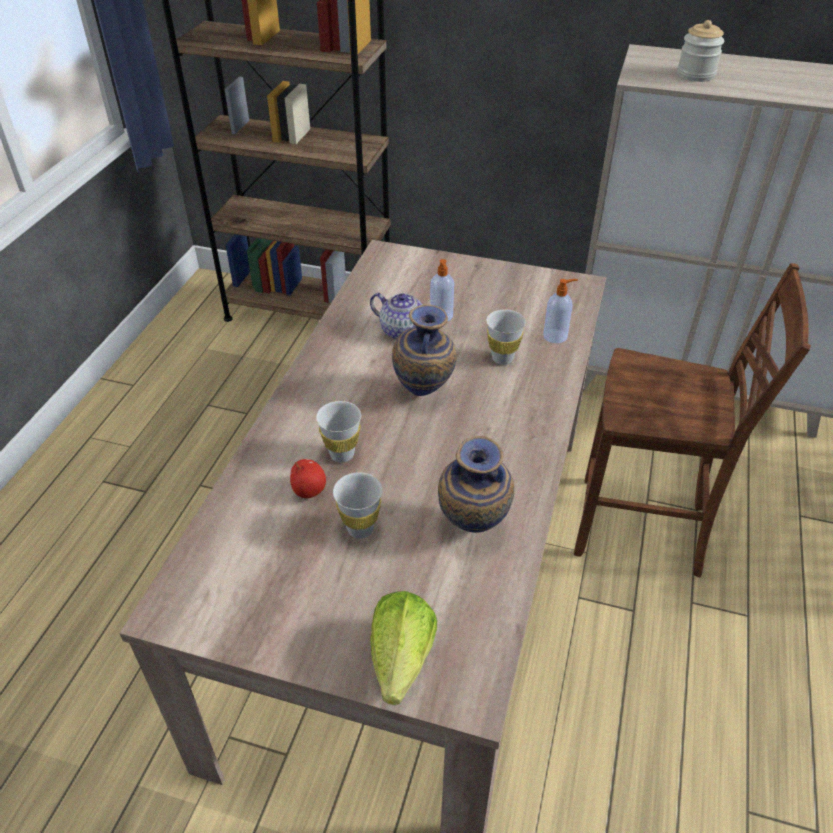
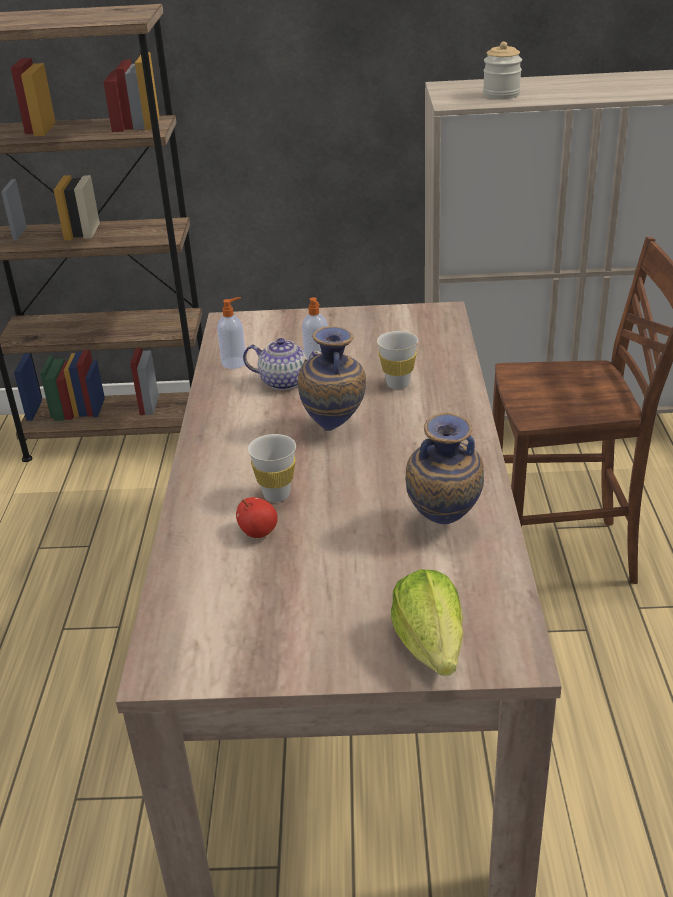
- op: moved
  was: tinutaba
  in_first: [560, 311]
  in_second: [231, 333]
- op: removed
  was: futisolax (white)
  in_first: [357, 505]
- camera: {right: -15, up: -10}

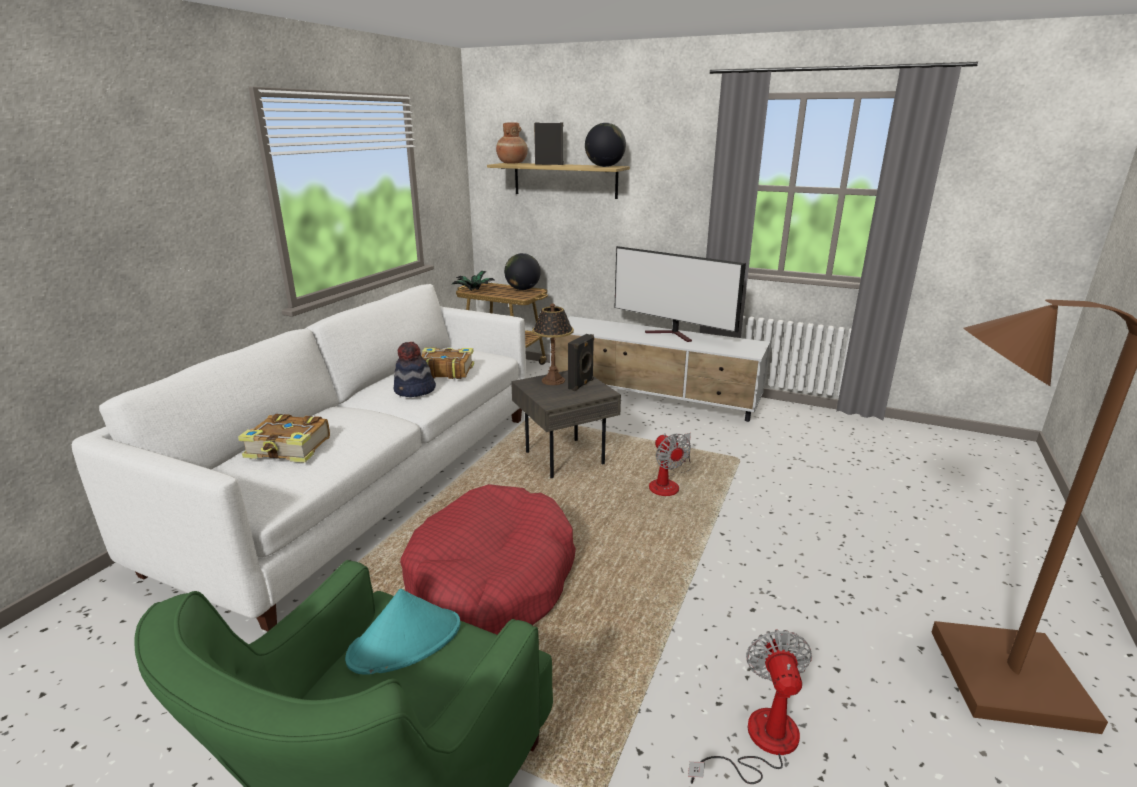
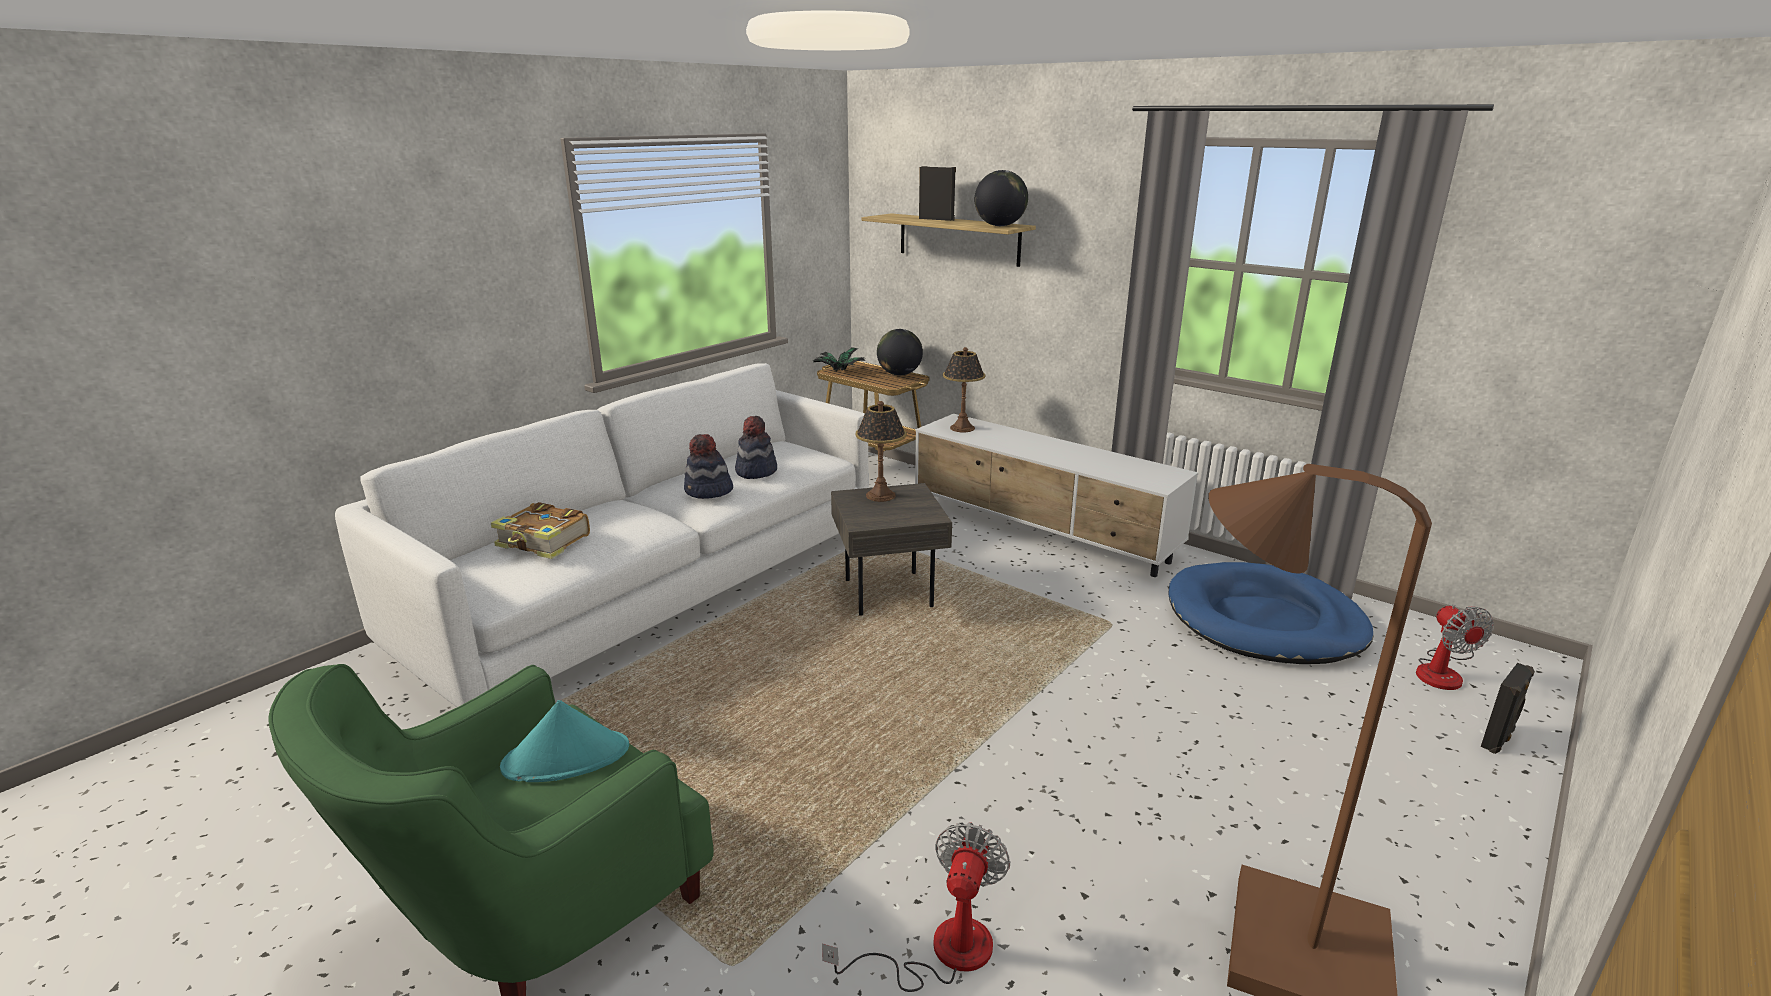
- op: replaced
  was: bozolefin
  now: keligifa
  in_first: [447, 363]
  in_second: [756, 447]
- op: added
  now: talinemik
  in_second: [964, 389]
- op: added
  now: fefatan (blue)
  in_second: [1270, 613]
- op: moved
  was: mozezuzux
  in_first: [670, 464]
  in_second: [1455, 647]
- op: moved
  was: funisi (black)
  in_first: [581, 362]
  in_second: [1508, 708]
- op: removed
  was: fefatan (red)
  in_first: [488, 559]
- op: removed
  was: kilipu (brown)
  in_first: [512, 143]
- op: removed
  was: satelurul
  in_first: [680, 294]
- camera: {right: 15, up: 0}

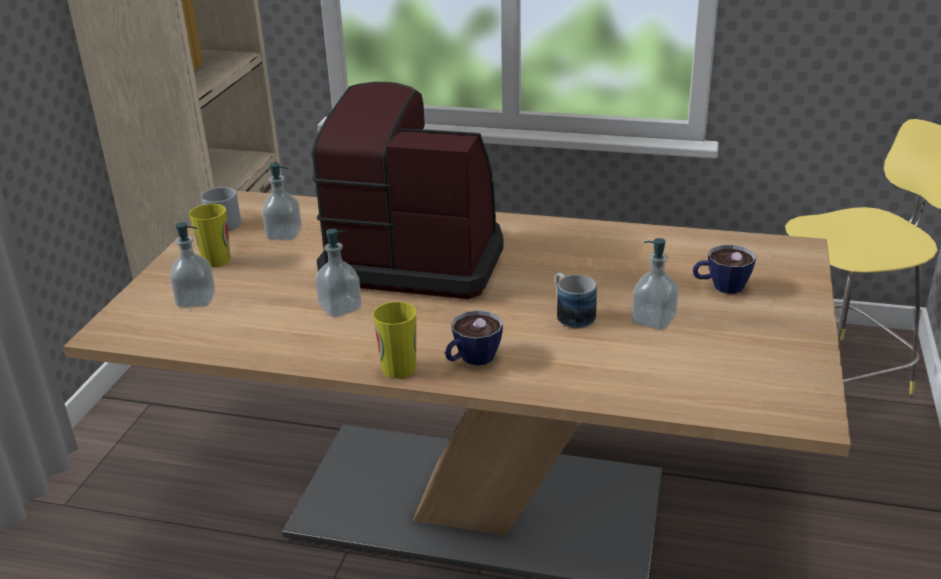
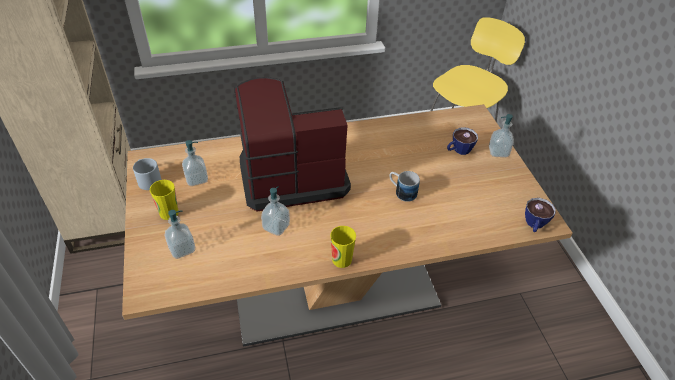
- op: moved
  was: tinutaba
  in_first: [655, 284]
  in_second: [501, 135]
- op: moved
  was: futisolax
  in_first: [474, 338]
  in_second: [540, 215]
- camera: {right: -30, up: 15}

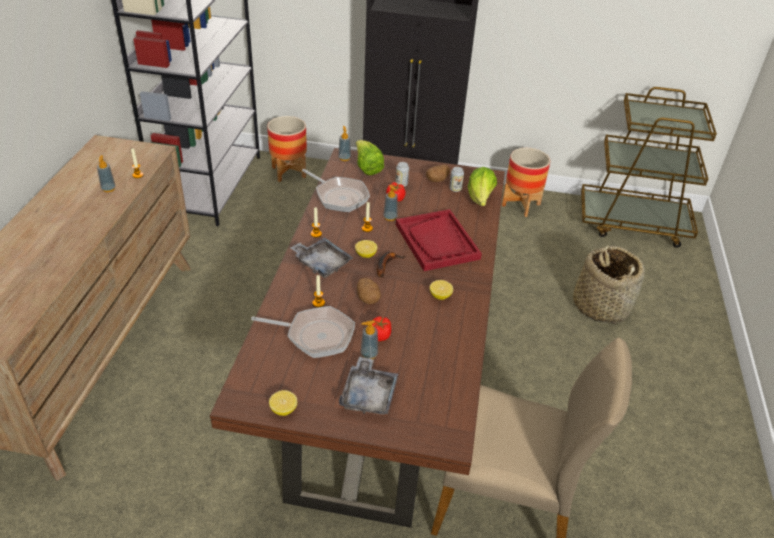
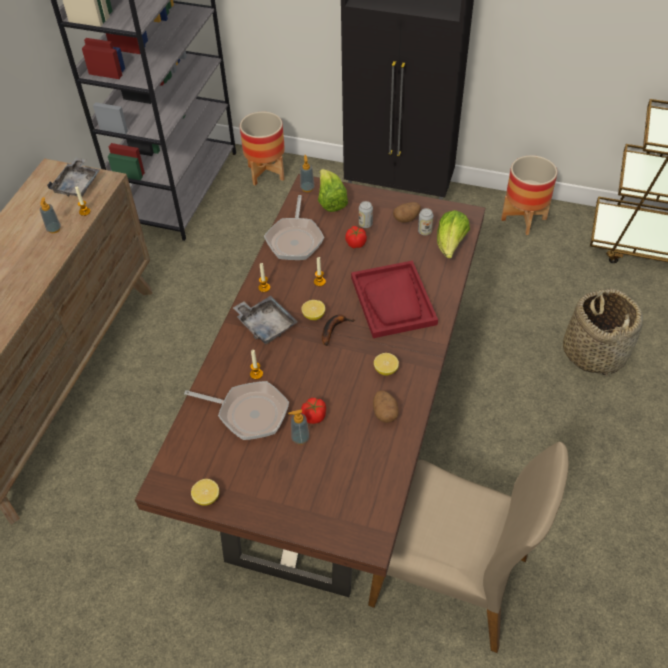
- op: moved
  was: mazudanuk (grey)
  in_first: [368, 385]
  in_second: [73, 177]
- op: turned
  was: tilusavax
  in_first: [336, 190]
  in_second: [294, 227]
  clockwise: 45
- op: moved
  was: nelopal
  in_first: [369, 291]
  in_second: [386, 406]
- op: removed
  was: tinutaba
  in_first: [390, 203]
- camera: {right: 10, up: 10}

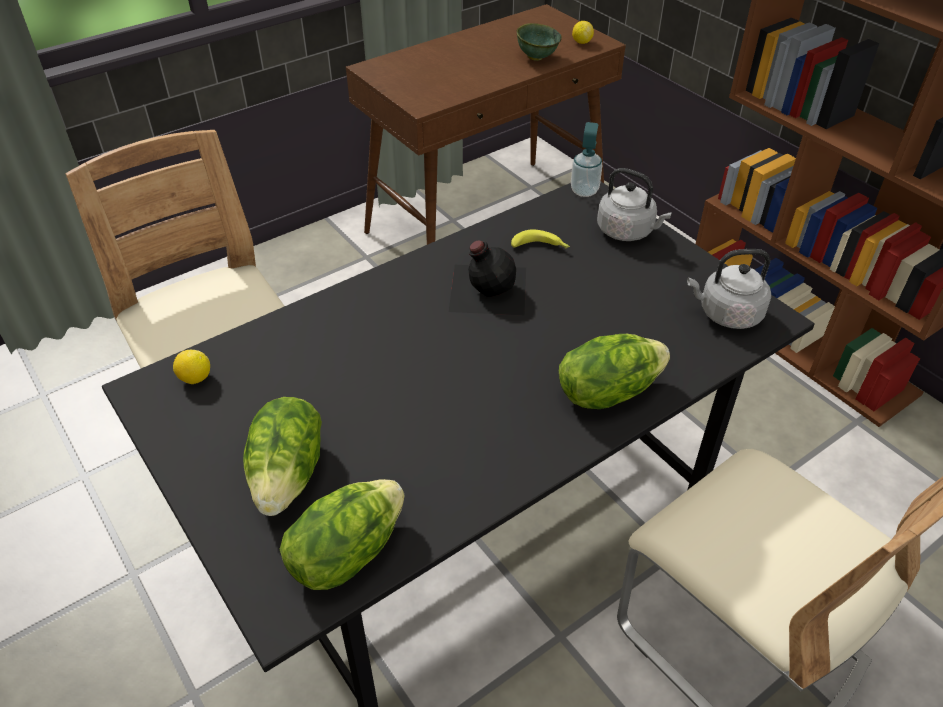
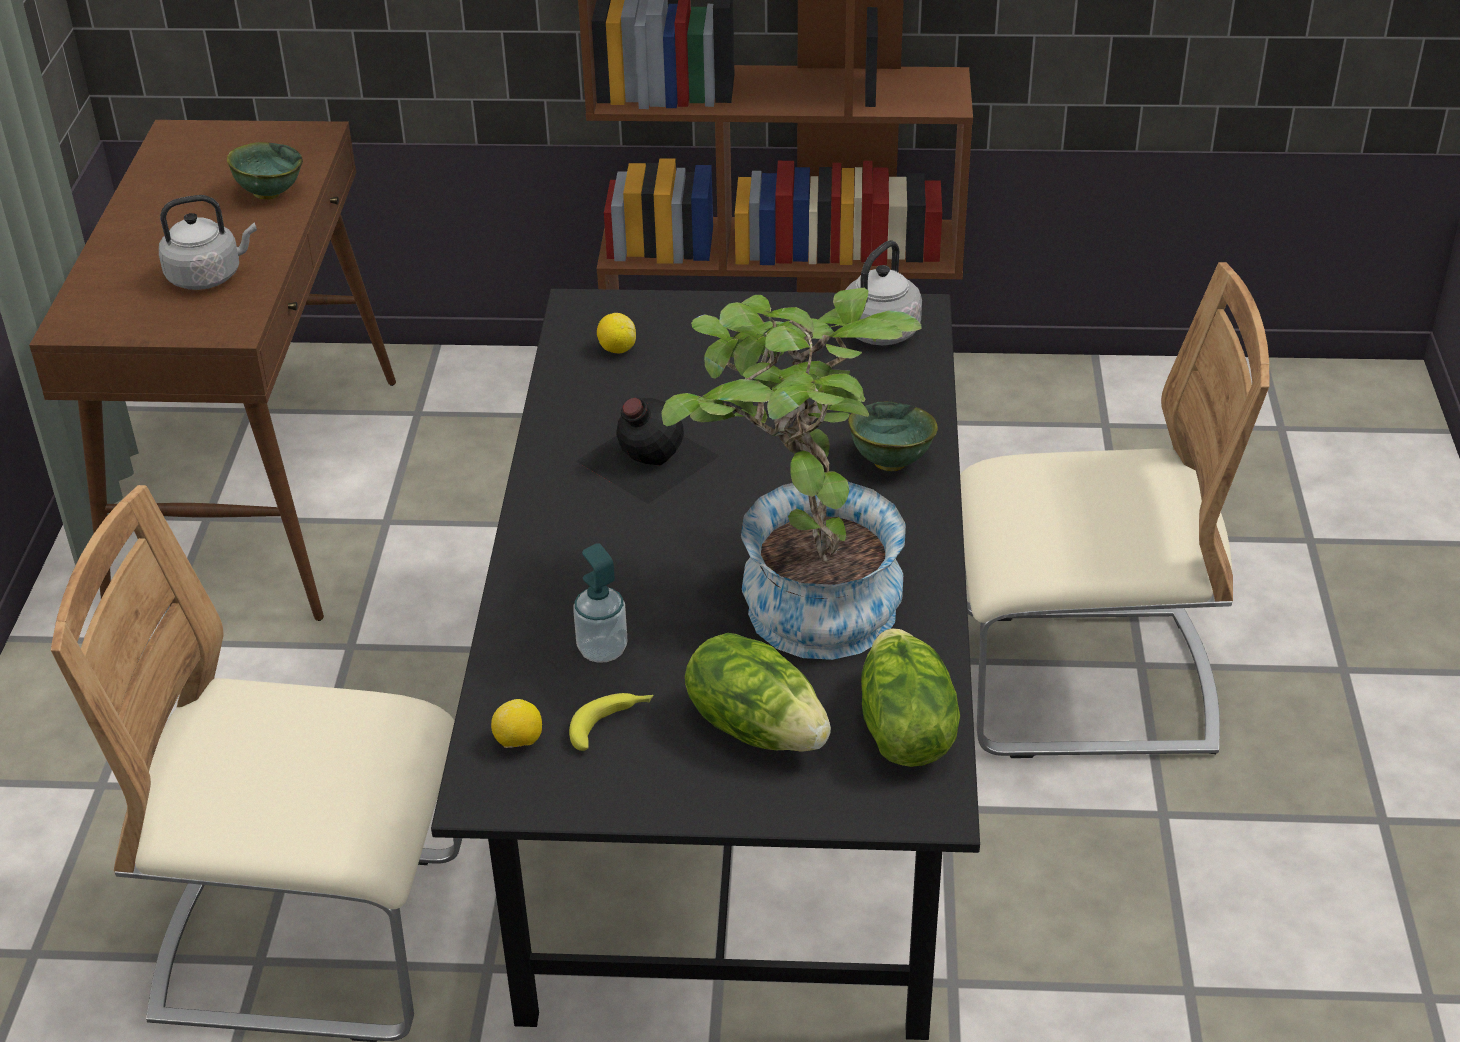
- op: moved
  was: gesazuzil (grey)
  in_first: [634, 204]
  in_second: [208, 242]
- op: moved
  was: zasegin
  in_first: [540, 239]
  in_second: [611, 722]
- op: moved
  was: tinutaba
  in_first: [587, 159]
  in_second: [600, 603]
- op: moved
  was: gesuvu
  in_first: [583, 32]
  in_second: [616, 333]
- op: added
  now: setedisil
  in_second: [791, 474]
- op: replaced
  was: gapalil
  now: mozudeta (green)
  in_first: [614, 371]
  in_second: [893, 436]
- camera: {right: -50, up: -5}

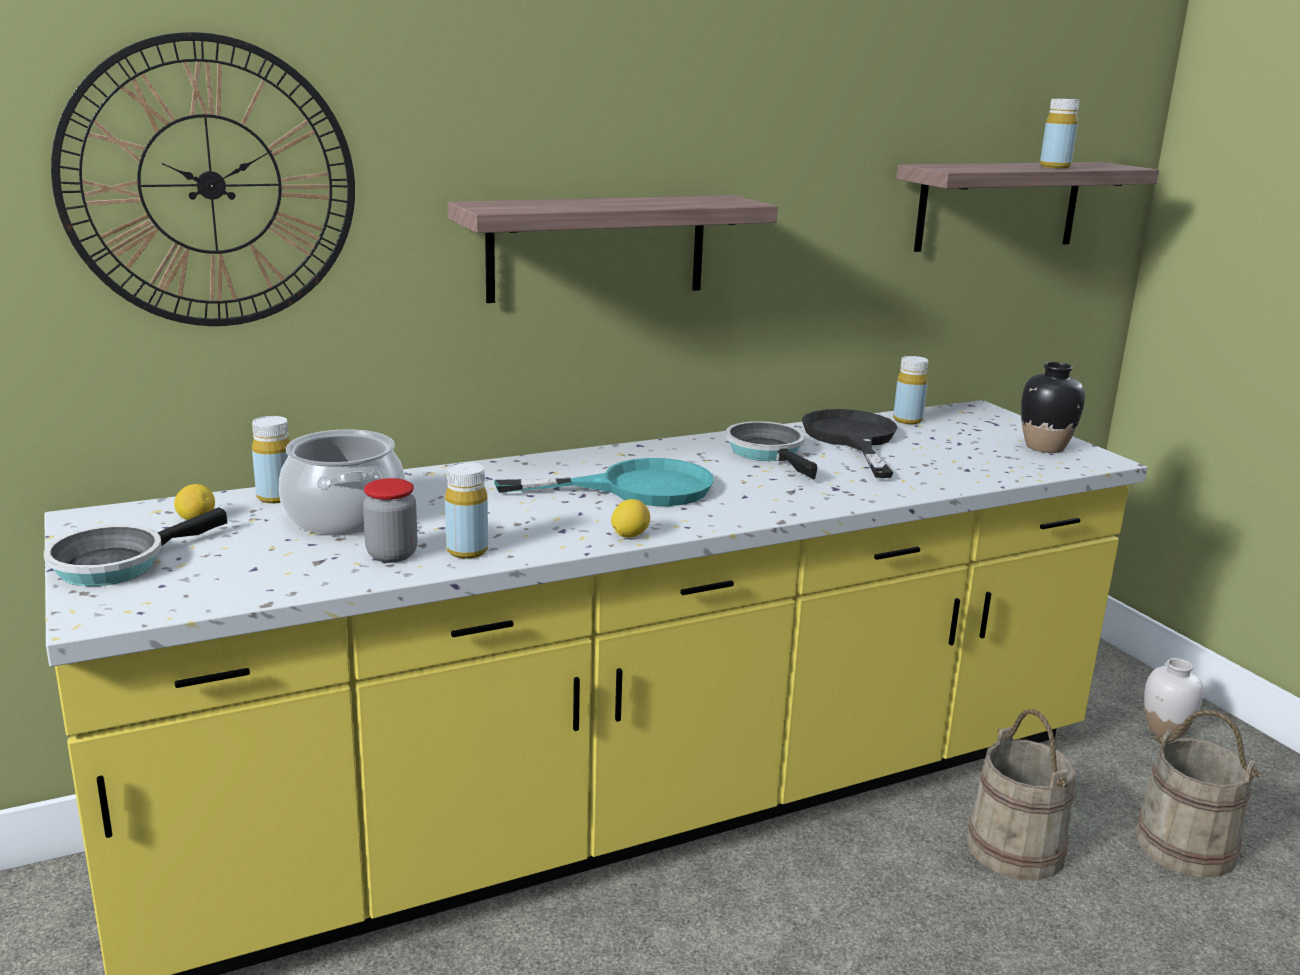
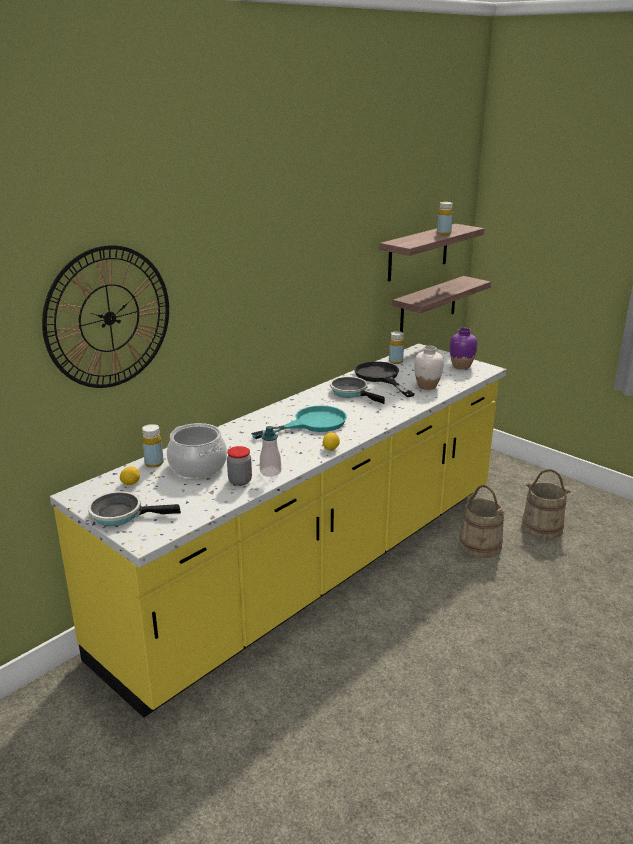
- op: turned
  was: tilusavax
  in_first: [135, 546]
  in_second: [134, 508]
  clockwise: 75
- op: replaced
  was: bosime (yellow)
  now: tinutaba
  in_first: [466, 510]
  in_second: [270, 451]
- op: moved
  was: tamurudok
  in_first: [613, 249]
  in_second: [441, 304]
- op: moved
  was: kilipu (white)
  in_first: [1174, 698]
  in_second: [429, 368]
- op: recoloured
  was: kilipu (black)
  now: kilipu (purple)
  in_first: [1053, 407]
  in_second: [463, 348]
- camera: {right: -20, up: 5}

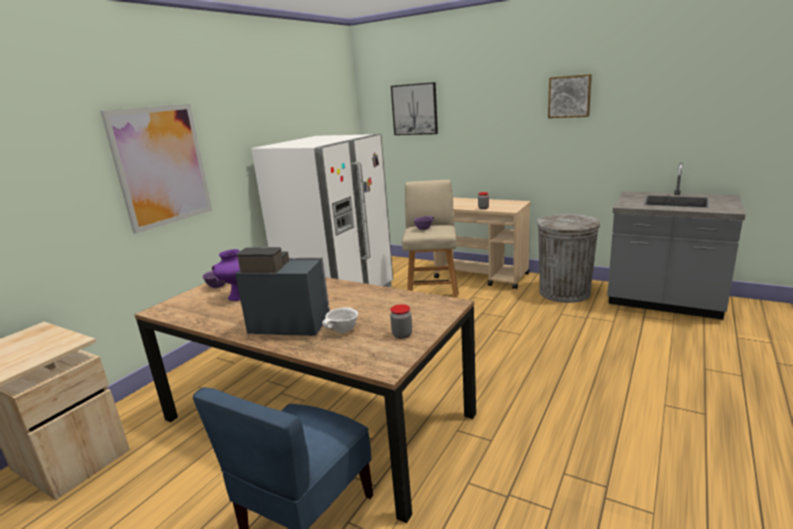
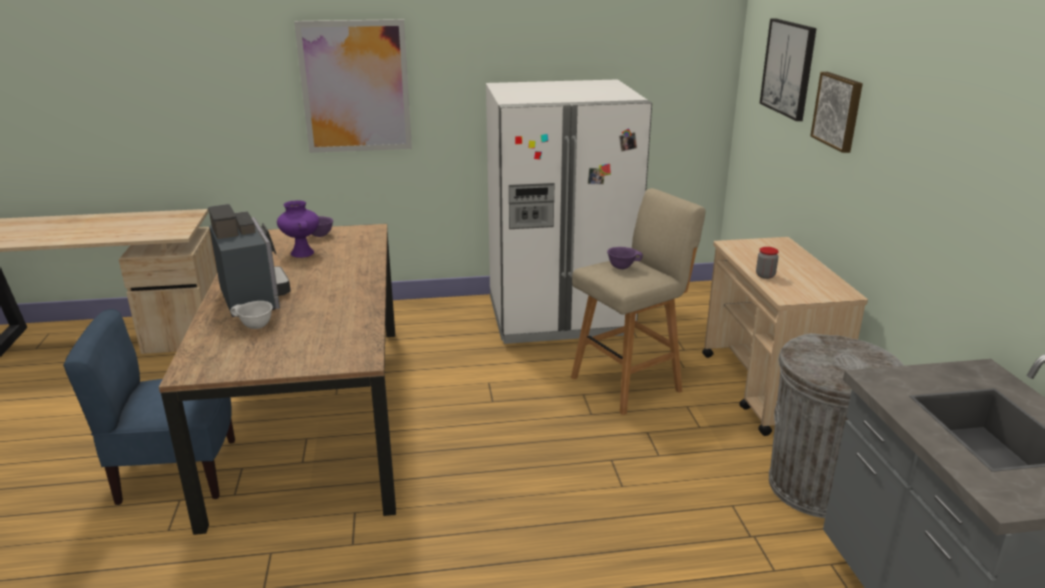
- op: moved
  was: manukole
  in_first: [570, 96]
  in_second: [836, 112]
- op: removed
  was: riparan
  in_first: [401, 321]
- camera: {right: 50, up: 5}

